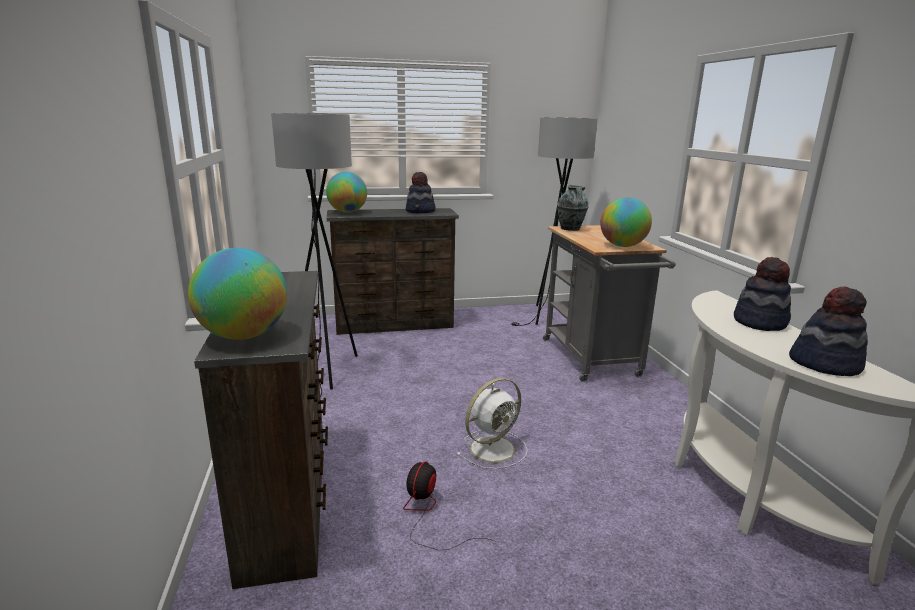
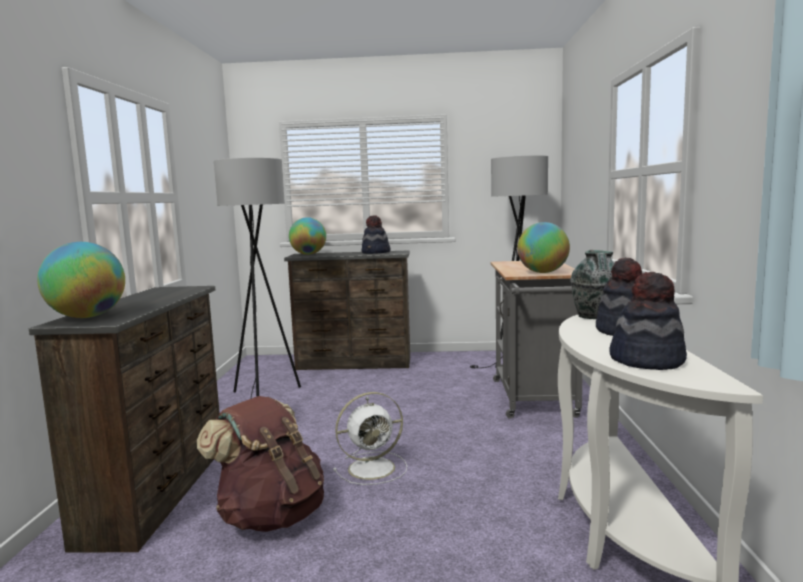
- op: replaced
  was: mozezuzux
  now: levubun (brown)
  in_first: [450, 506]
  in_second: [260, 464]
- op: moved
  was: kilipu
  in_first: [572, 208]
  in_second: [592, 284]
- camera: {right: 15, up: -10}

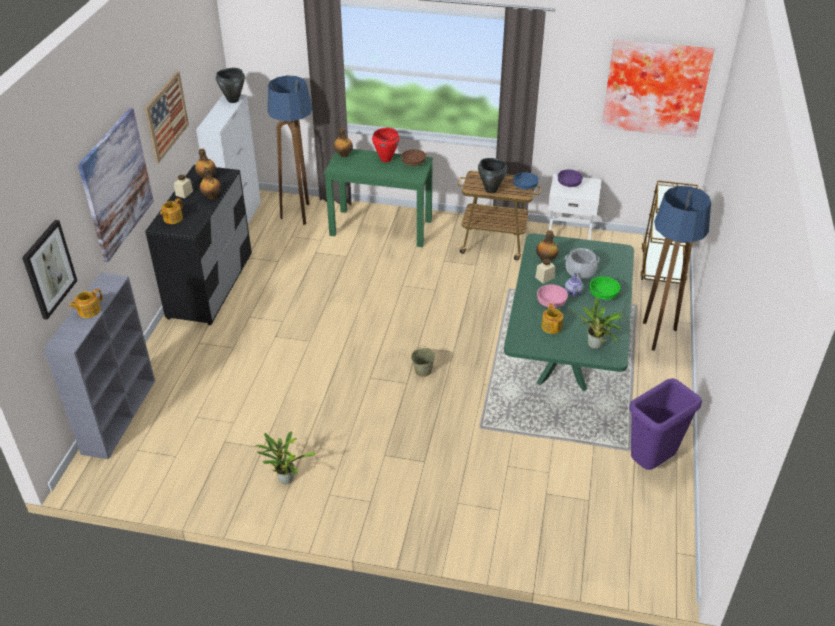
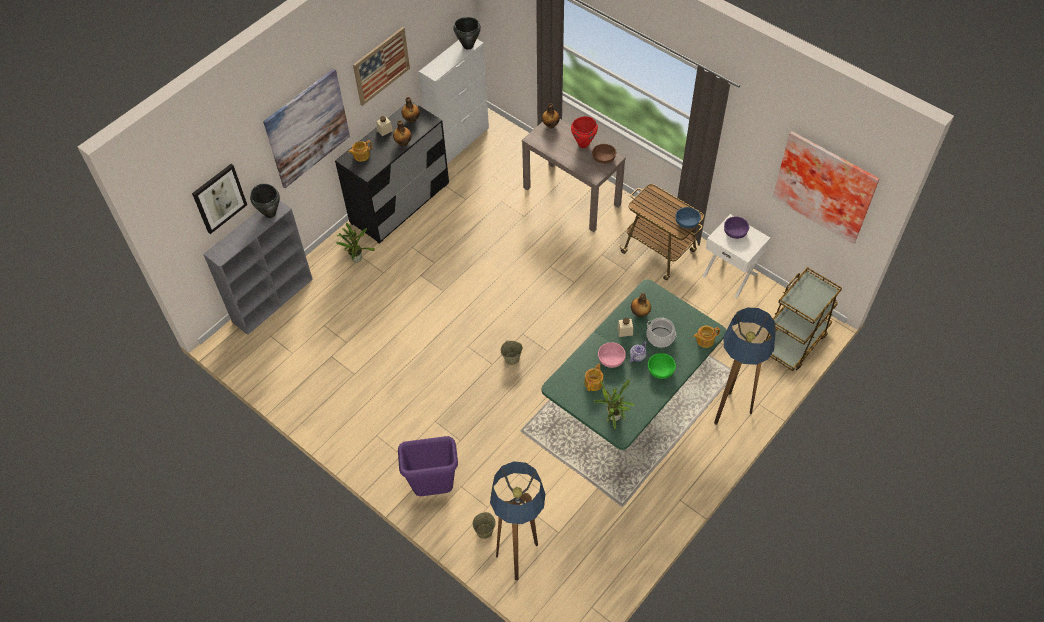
- op: moved
  was: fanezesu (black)
  in_first: [493, 175]
  in_second: [265, 201]
- op: moved
  was: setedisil
  in_first: [285, 457]
  in_second: [355, 243]
- op: moved
  was: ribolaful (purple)
  in_first: [665, 424]
  in_second: [428, 466]
- op: added
  now: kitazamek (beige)
  in_second: [484, 525]
- op: moved
  was: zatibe
  in_first: [289, 150]
  in_second: [517, 520]
- op: recoloured
  was: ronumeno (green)
  now: ronumeno (brown)
  in_first: [378, 198]
  in_second: [574, 175]
- op: moved
  was: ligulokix
  in_first: [86, 303]
  in_second: [706, 337]
- camera: {right: 30, up: 15}

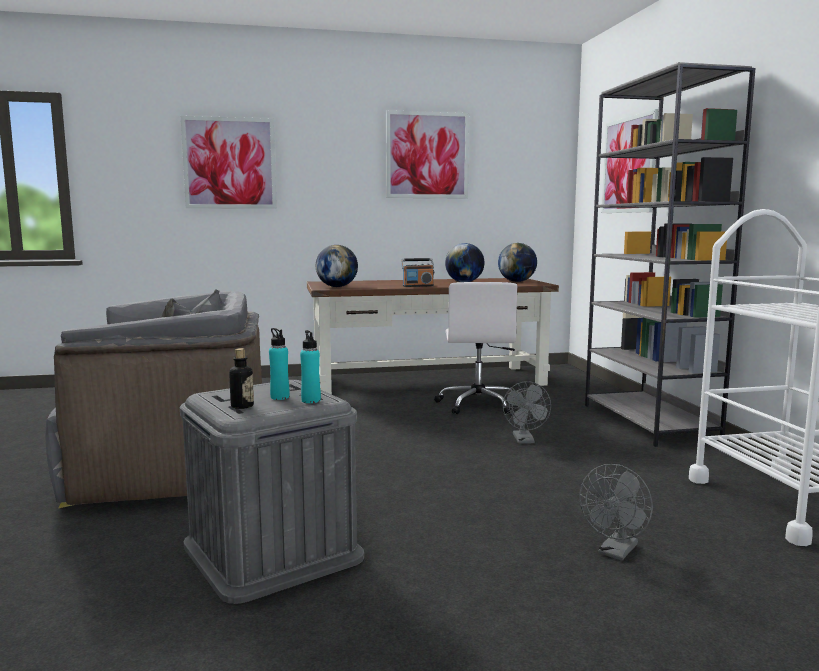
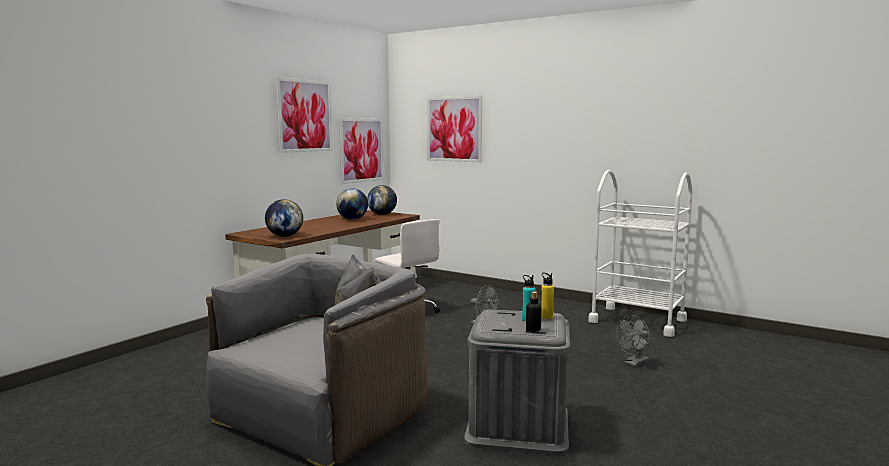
- op: moved
  was: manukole
  in_first: [229, 162]
  in_second: [361, 151]
- op: recoloured
  was: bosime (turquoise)
  now: bosime (yellow)
  in_first: [310, 366]
  in_second: [547, 296]
- op: turned
  was: mozezuzux (grey)
  in_first: [616, 512]
  in_second: [633, 340]
  clockwise: 60
- op: removed
  was: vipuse
  in_first: [417, 272]
- op: removed
  was: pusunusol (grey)
  in_first: [670, 254]
- camera: {right: -45, up: 0}

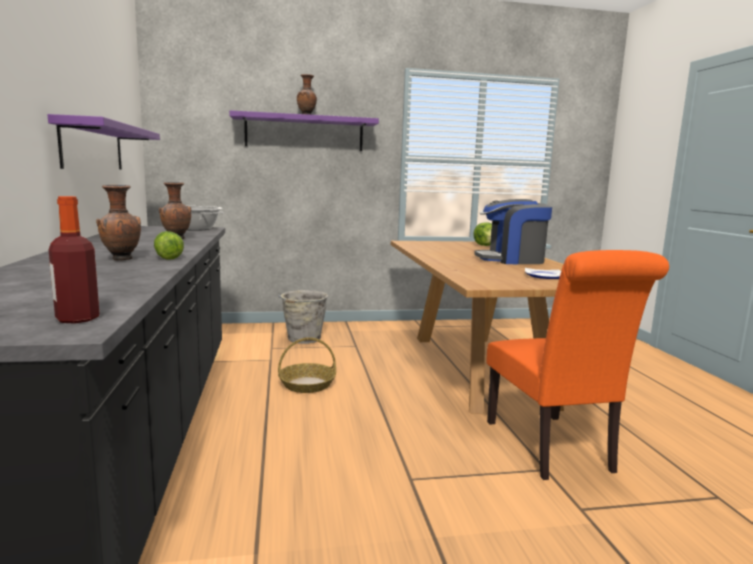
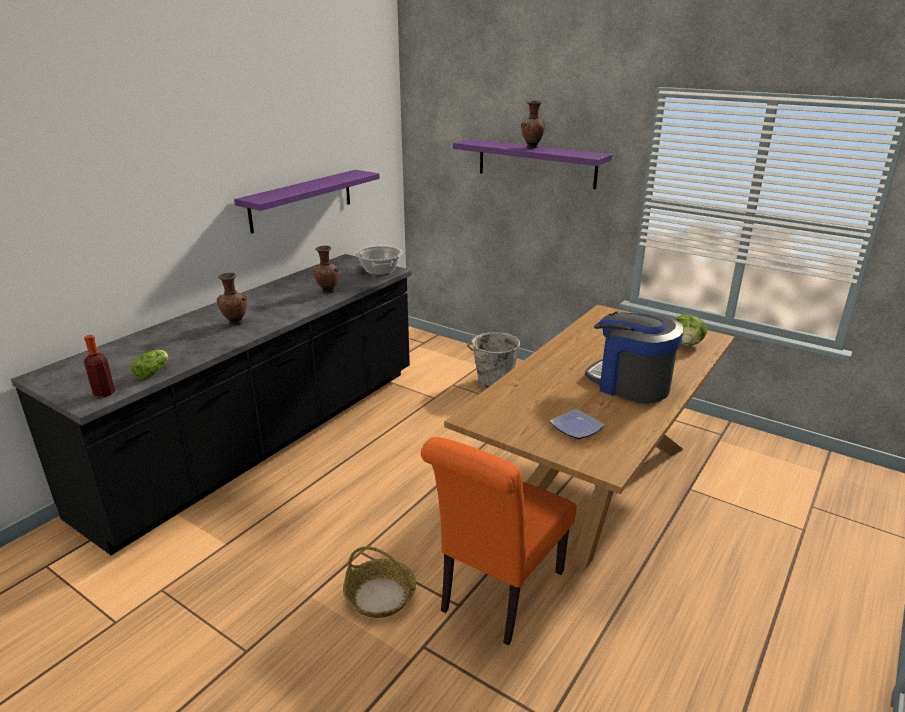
- op: moved
  was: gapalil
  in_first: [169, 245]
  in_second: [149, 364]
- op: moved
  was: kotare
  in_first: [307, 365]
  in_second: [379, 582]
- camera: {right: 45, up: 15}

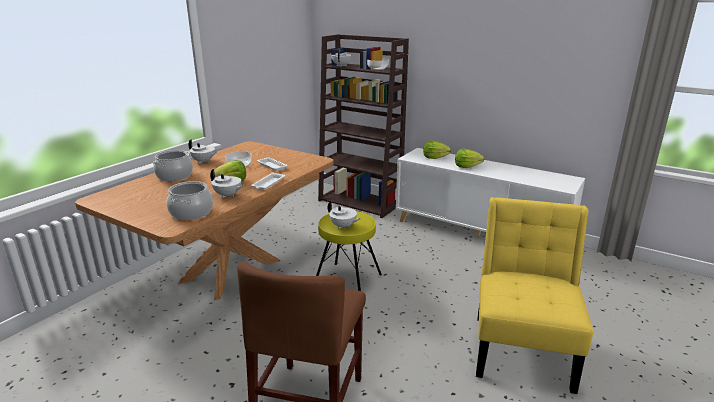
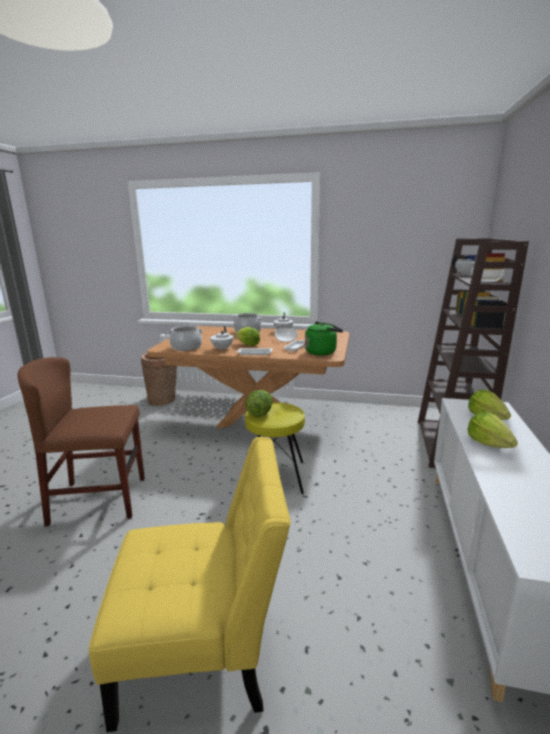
- op: added
  now: kotare
  in_second: [159, 379]
- op: replaced
  was: ligulokix (white)
  now: gapalil
  in_first: [344, 215]
  in_second: [259, 403]
- op: added
  now: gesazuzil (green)
  in_second: [324, 338]
- camera: {right: 70, up: -5}

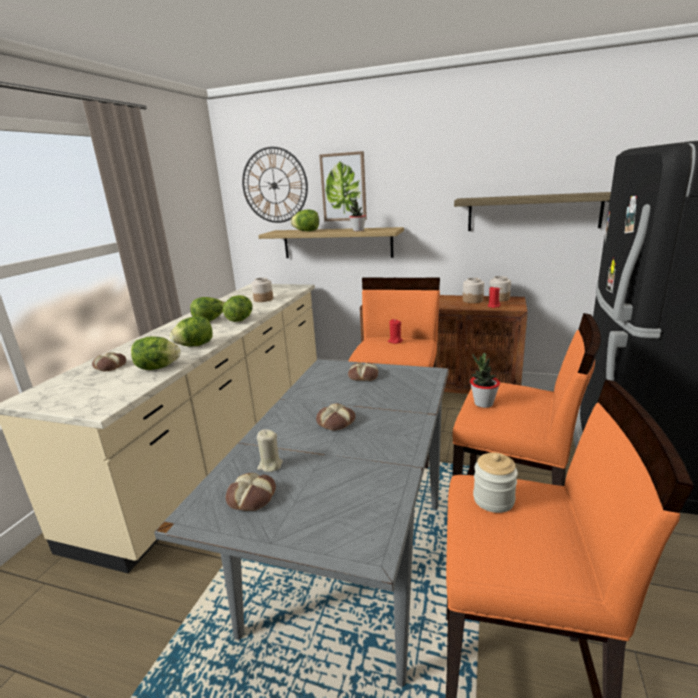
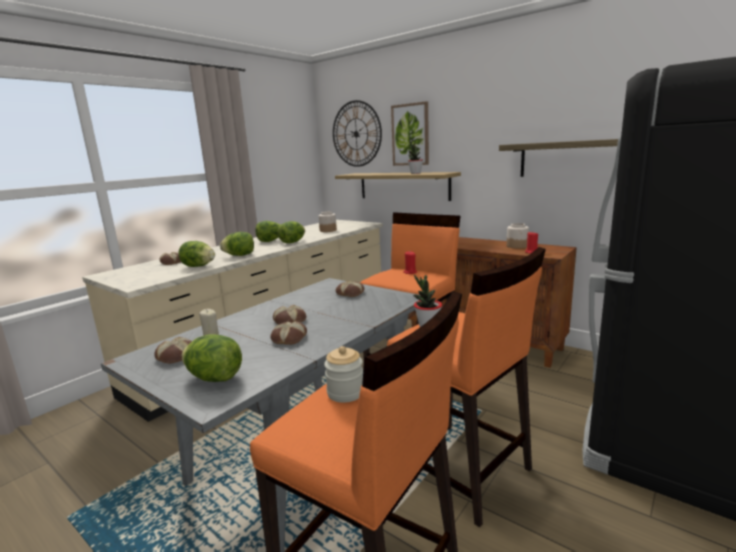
- op: moved
  was: gapalil
  in_first: [305, 220]
  in_second: [212, 358]
- op: added
  now: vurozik
  in_second: [288, 333]
- op: removed
  was: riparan
  in_first: [500, 289]
- camera: {right: 20, up: -5}

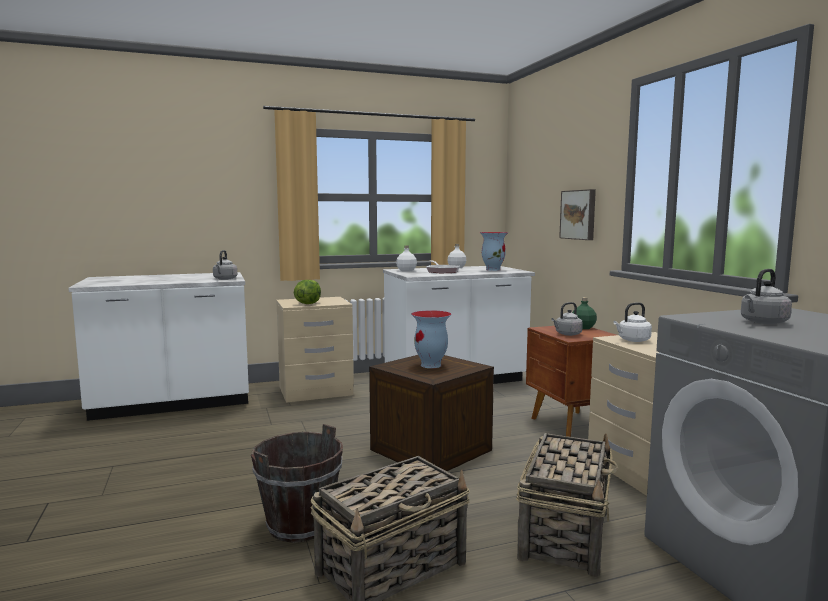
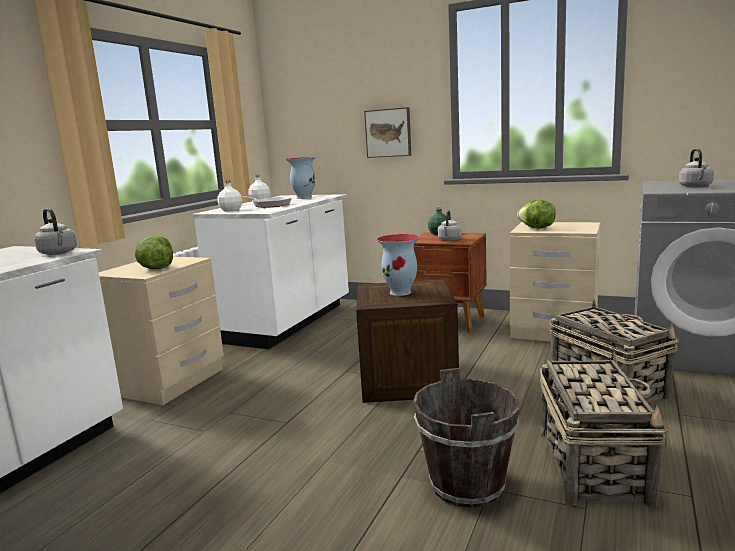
- op: replaced
  was: gesazuzil (white)
  now: gapalil
  in_first: [632, 322]
  in_second: [536, 214]
- camera: {right: -45, up: 5}

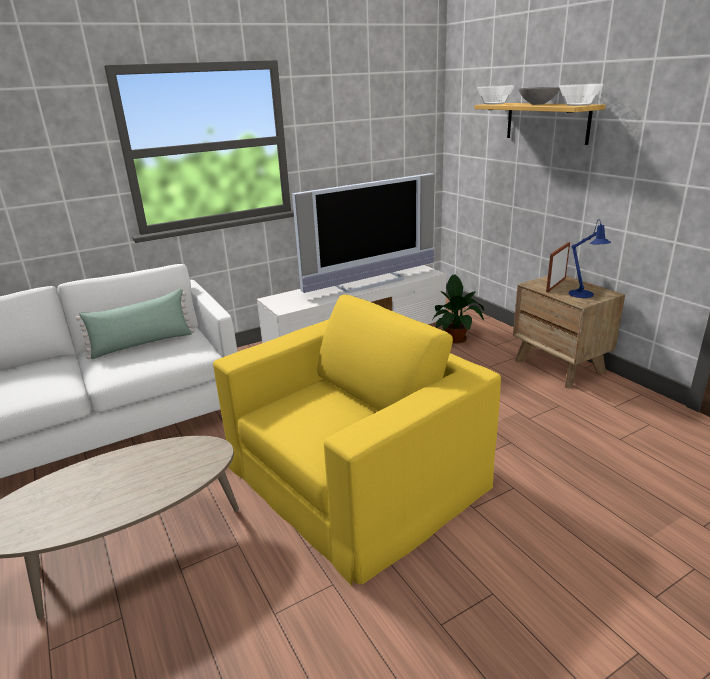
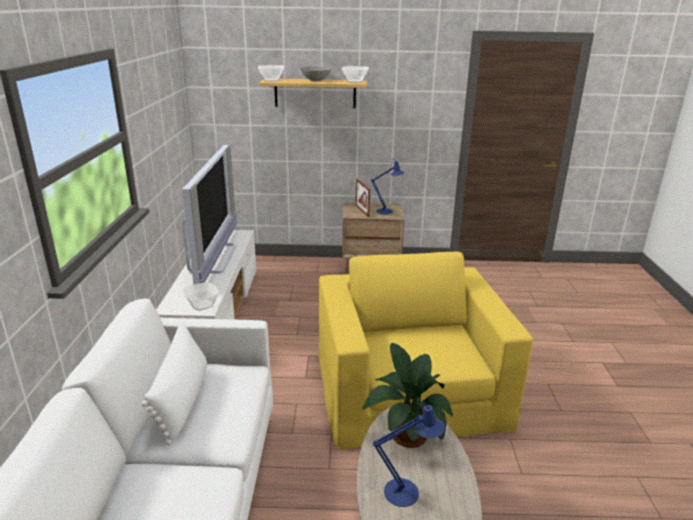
- op: recoloured
  was: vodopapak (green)
  now: vodopapak (white)
  in_first: [135, 324]
  in_second: [174, 384]
- op: added
  now: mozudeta
  in_second: [201, 296]
- op: moved
  was: setedisil
  in_first: [458, 309]
  in_second: [407, 395]
- op: added
  now: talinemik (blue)
  in_second: [409, 454]
- camera: {right: -60, up: 0}

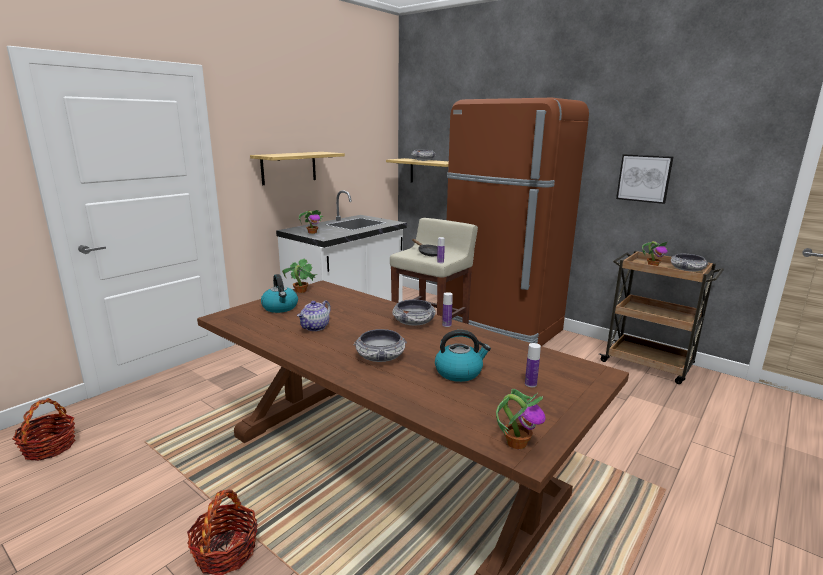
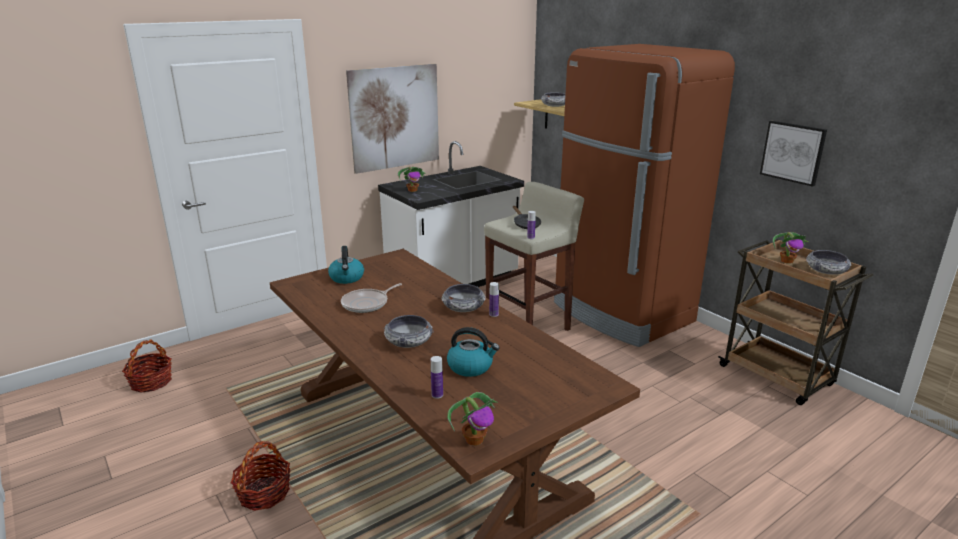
- op: replaced
  was: ligulokix
  now: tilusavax
  in_first: [314, 315]
  in_second: [371, 298]
- op: replaced
  was: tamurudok
  now: manukole
  in_first: [297, 168]
  in_second: [392, 119]
- op: moved
  was: bosime
  in_first: [533, 365]
  in_second: [437, 377]
- op: removed
  was: setedisil
  in_first: [299, 276]
- camera: {right: 15, up: 5}

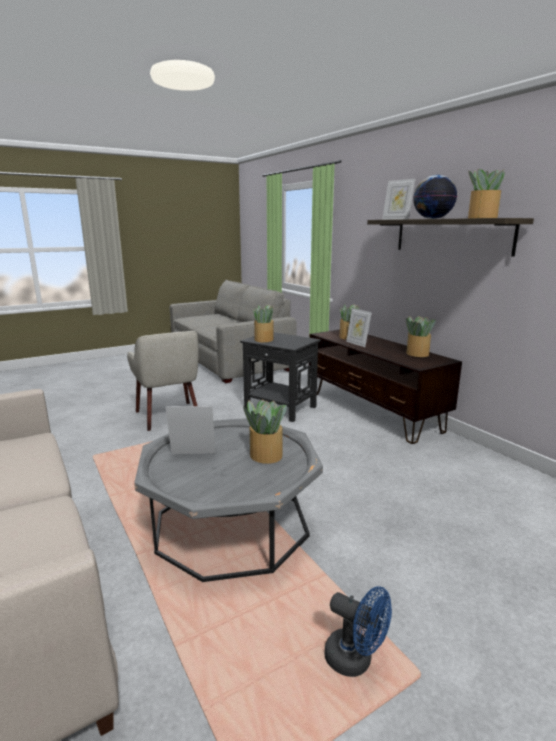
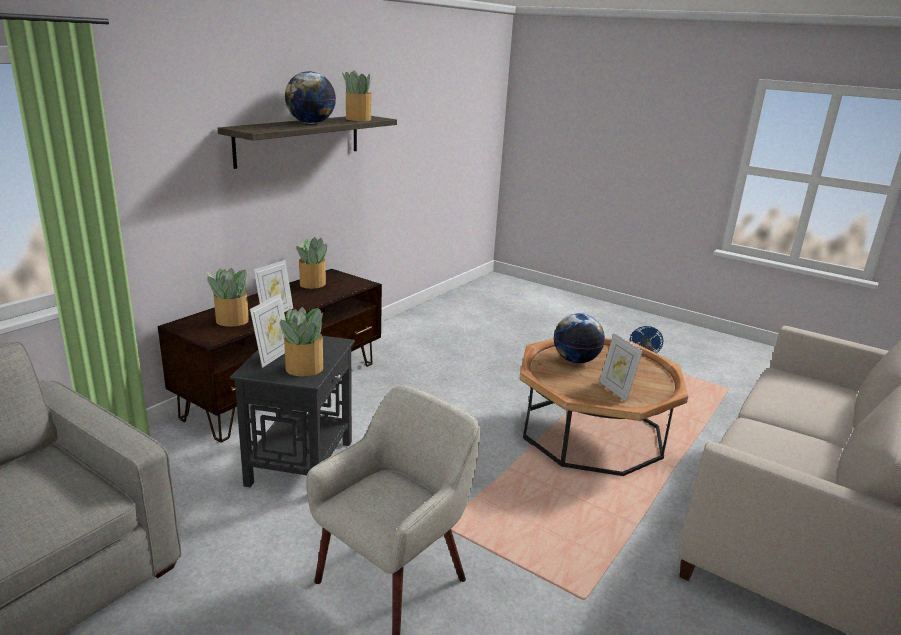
- op: moved
  was: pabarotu
  in_first: [398, 199]
  in_second: [268, 330]
- op: recoloured
  was: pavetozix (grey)
  now: pavetozix (brown)
  in_first: [228, 500]
  in_second: [604, 407]
- op: replaced
  was: setedisil
  now: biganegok
  in_first: [265, 431]
  in_second: [579, 338]
- camera: {right: -115, up: 5}

